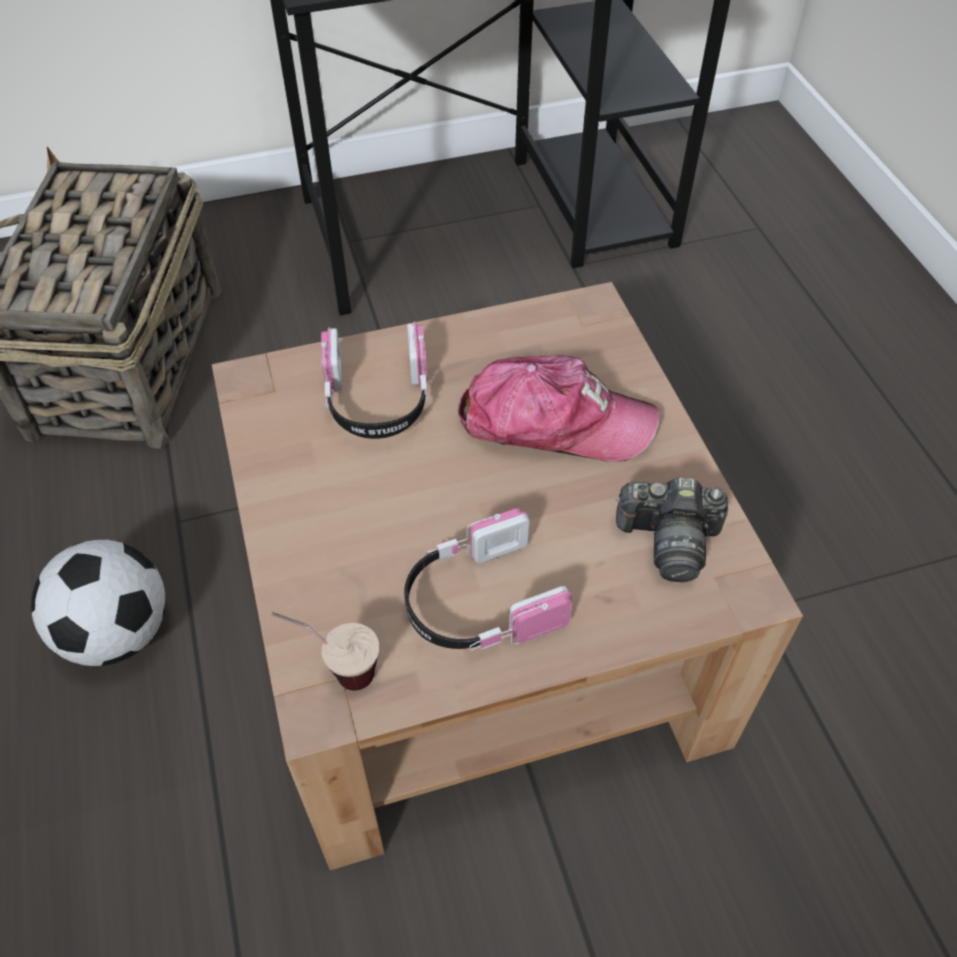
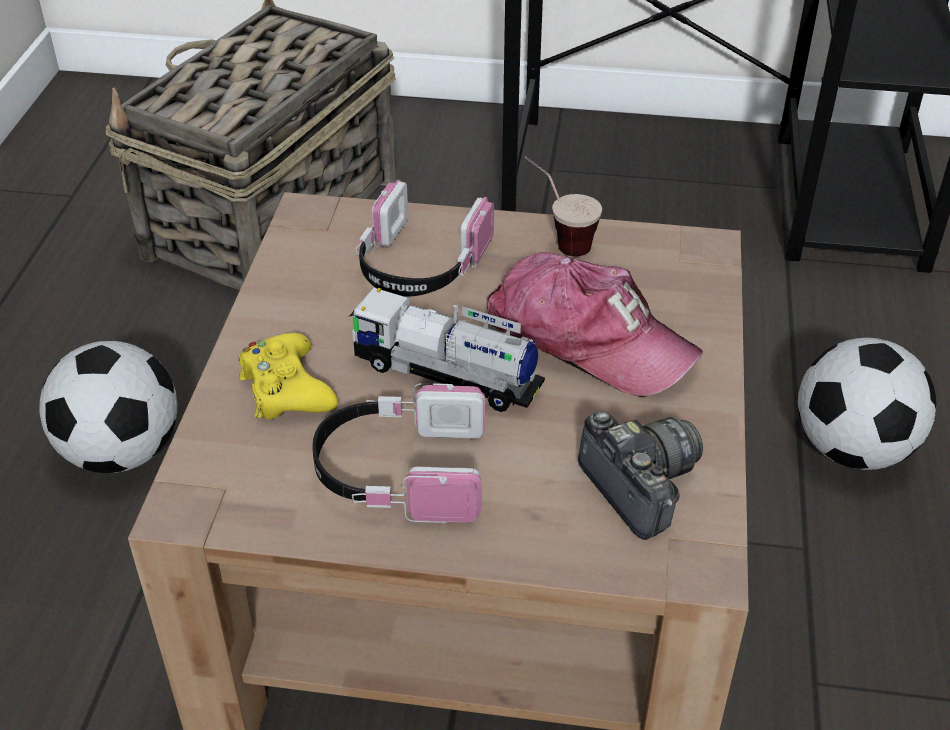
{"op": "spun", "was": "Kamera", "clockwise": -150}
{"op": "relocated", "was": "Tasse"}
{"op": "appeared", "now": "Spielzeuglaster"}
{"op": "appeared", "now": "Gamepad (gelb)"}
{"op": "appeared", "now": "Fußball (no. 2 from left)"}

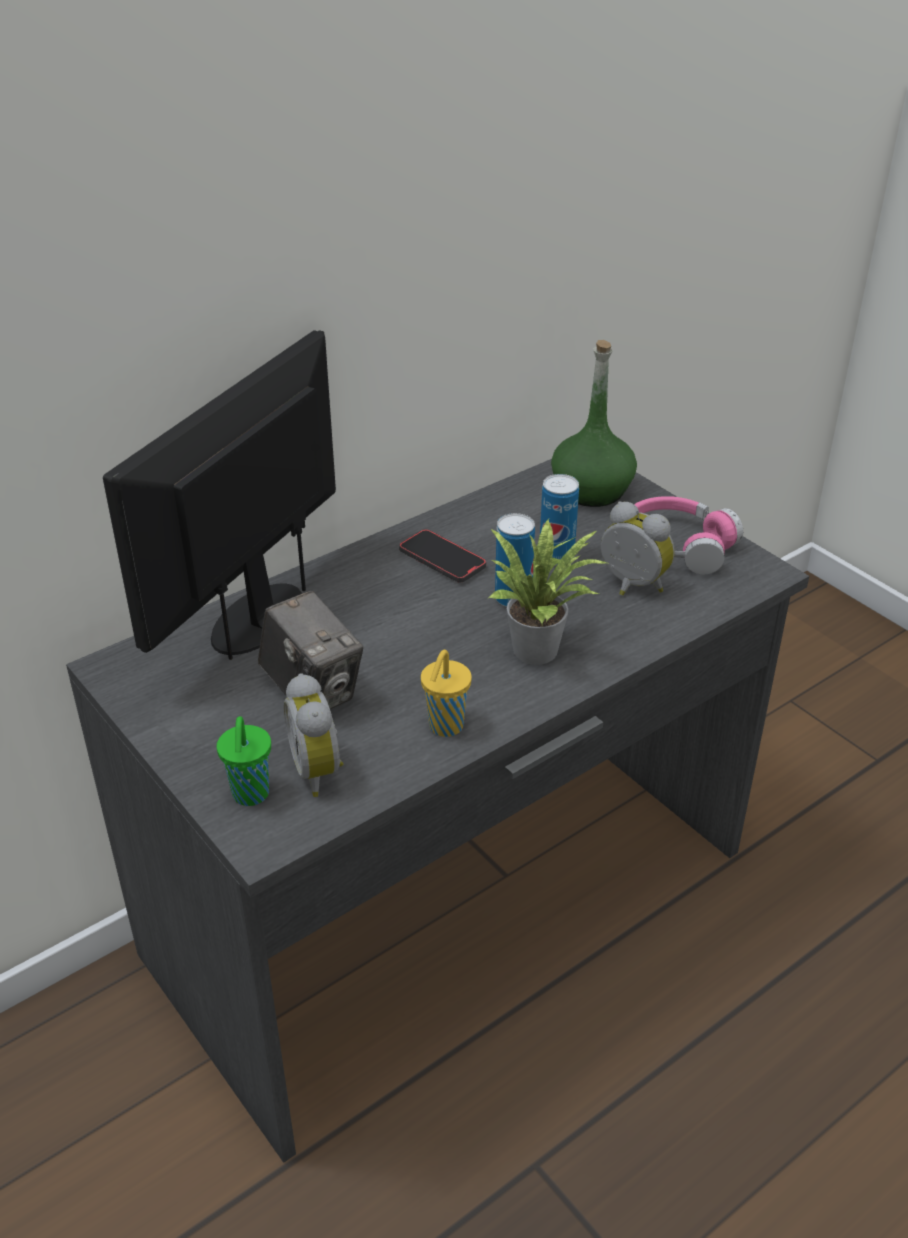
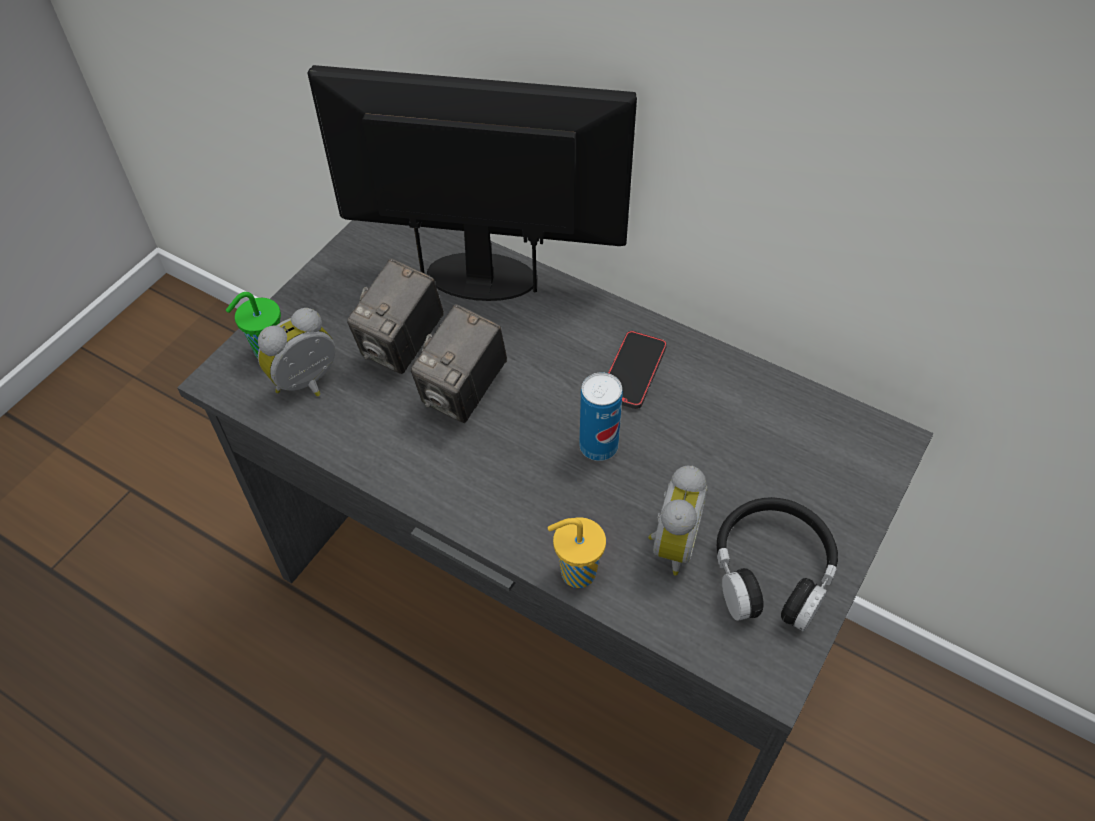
{"op": "missing", "was": "Flasche (grün)"}
{"op": "missing", "was": "Dose (no. 2 from left)"}
{"op": "colour", "was": "Kopfhörer (rosa)", "now": "Kopfhörer (schwarz)"}
{"op": "missing", "was": "Topfpflanze"}
{"op": "relocated", "was": "Tasse (gelb)"}
{"op": "appeared", "now": "Kamera (no. 2 from left)"}

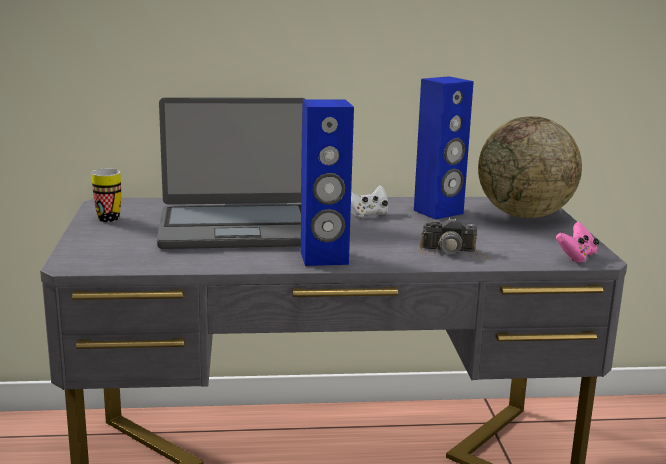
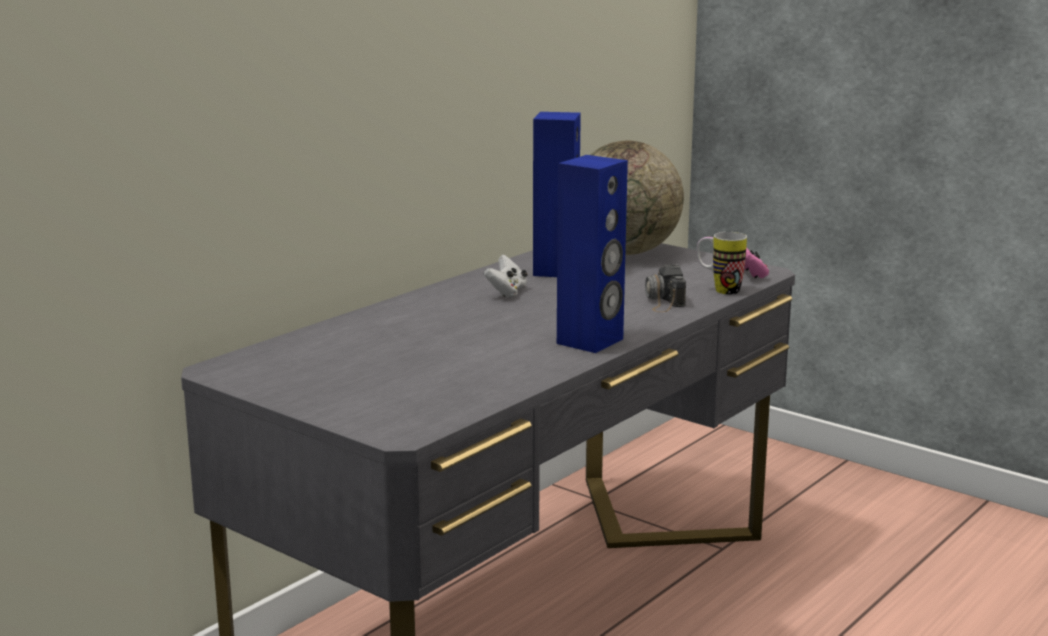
{"op": "missing", "was": "Laptop"}
{"op": "relocated", "was": "Henkelbecher"}
{"op": "spun", "was": "Kamera", "clockwise": 120}

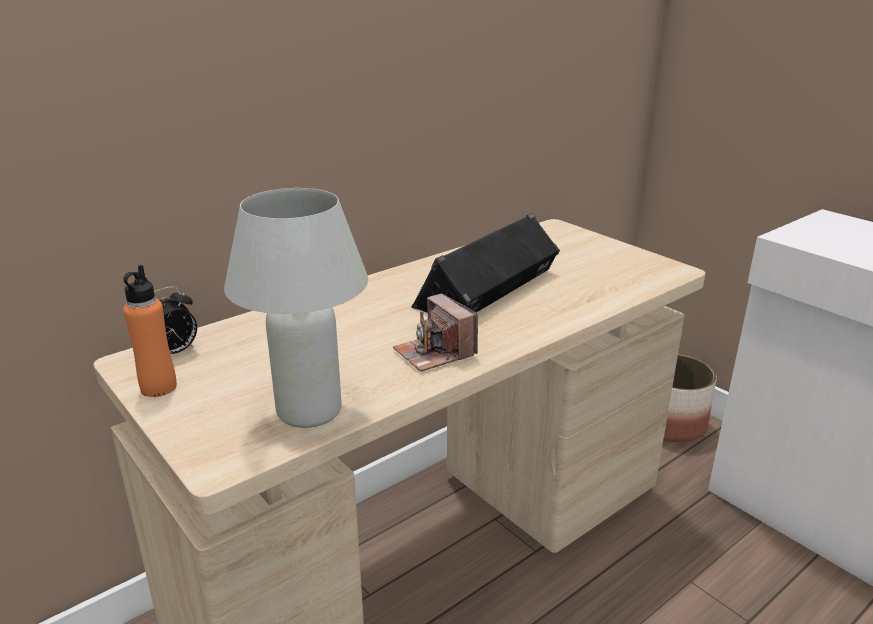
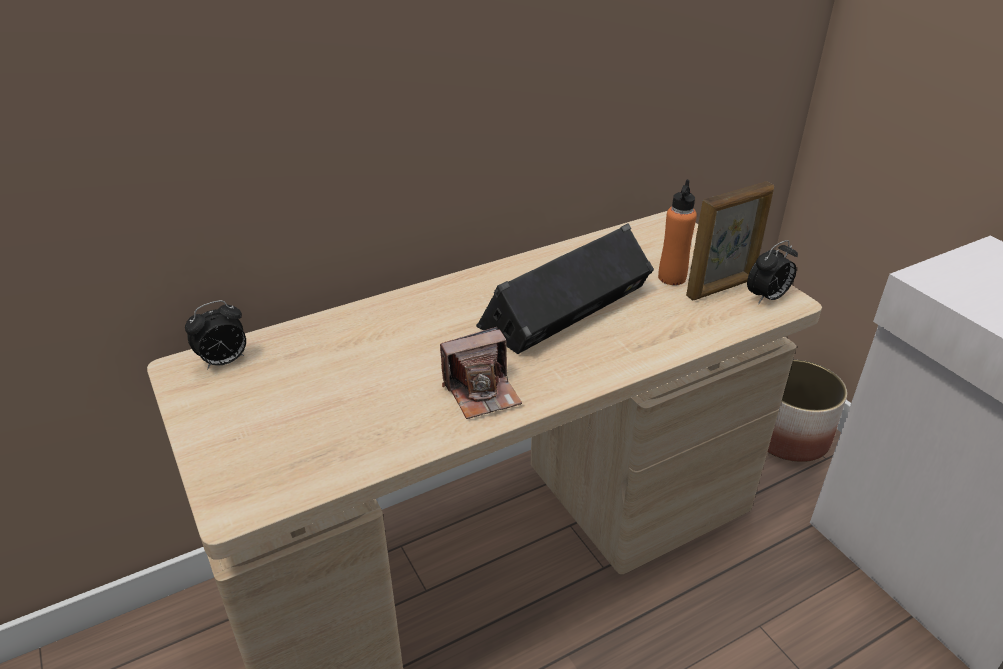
{"op": "missing", "was": "Tischlampe (weiß)"}
{"op": "relocated", "was": "Flasche (orange)"}
{"op": "spun", "was": "Kamera", "clockwise": -90}
{"op": "appeared", "now": "Bilderrahmen"}
{"op": "appeared", "now": "Wecker (no. 2 from left)"}

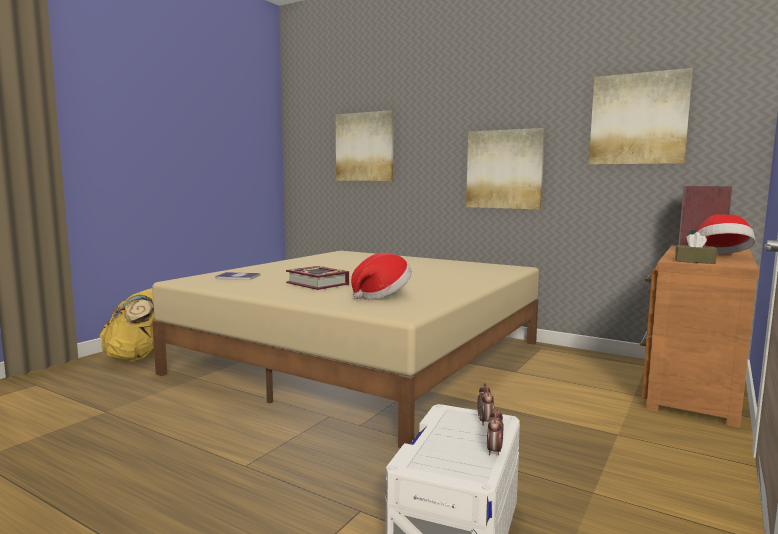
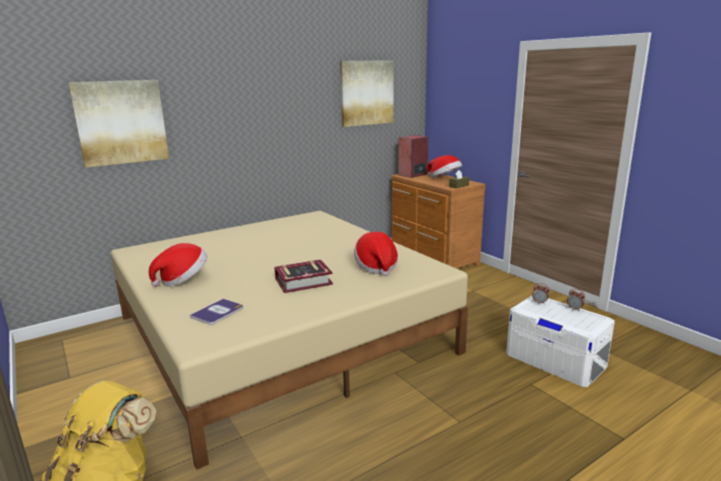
{"op": "missing", "was": "Bild (no. 2 from left)"}
{"op": "appeared", "now": "Hut (no. 1 from left)"}

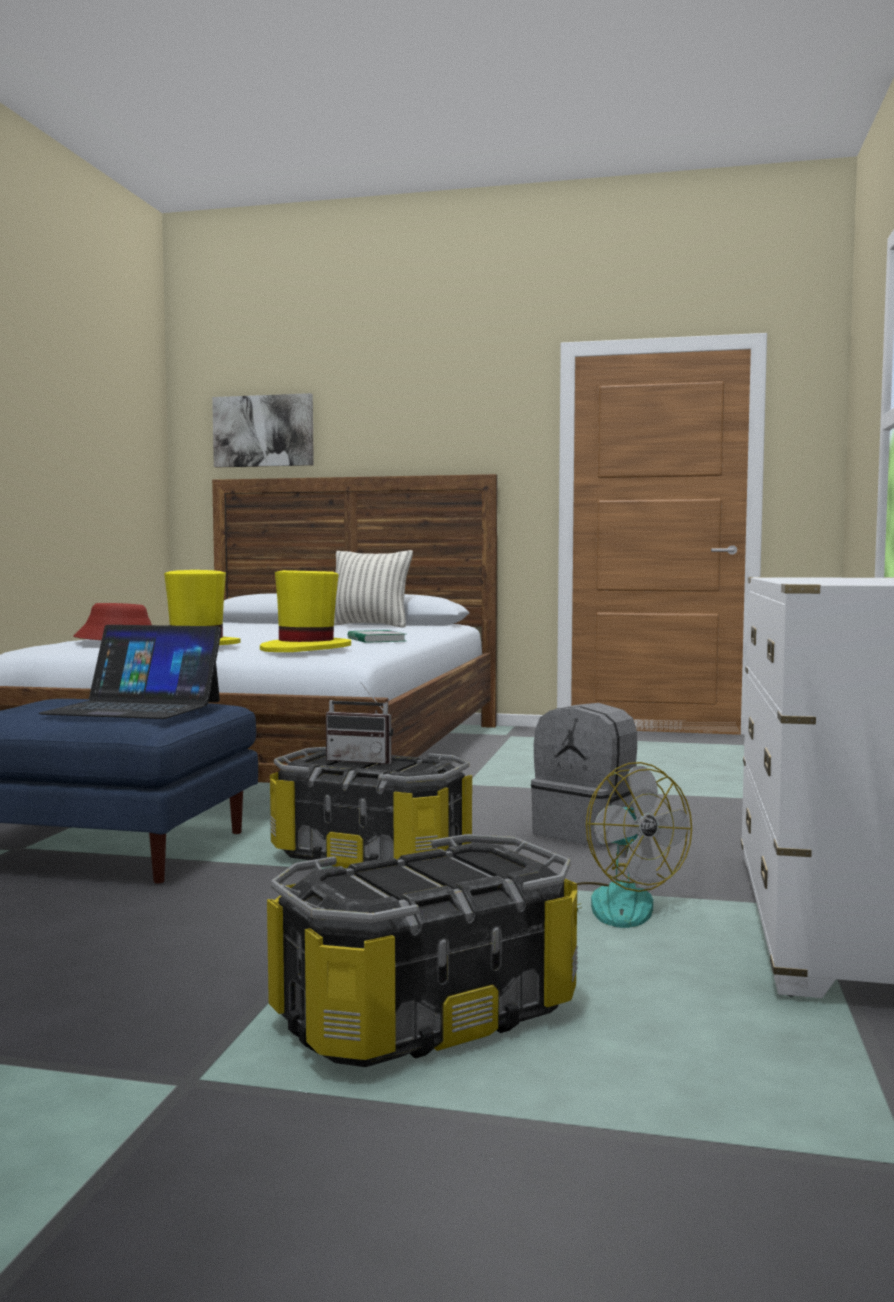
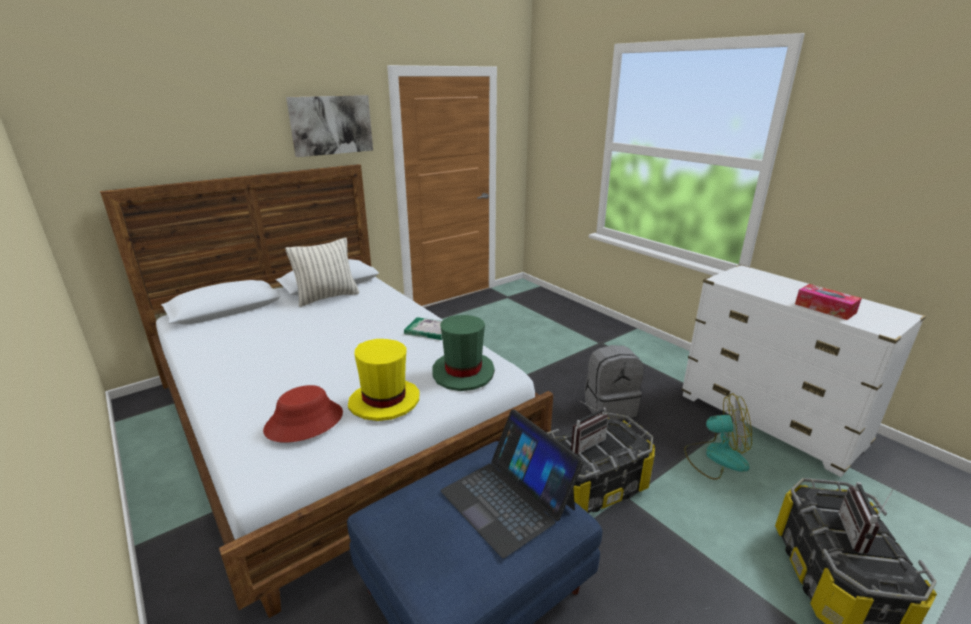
{"op": "relocated", "was": "Bild"}
{"op": "colour", "was": "Hut (gelb) (no. 2 from left)", "now": "Hut (grün)"}
{"op": "spun", "was": "Laptop", "clockwise": 90}
{"op": "appeared", "now": "Taschentuchbox"}
{"op": "appeared", "now": "Radio (no. 2 from left)"}

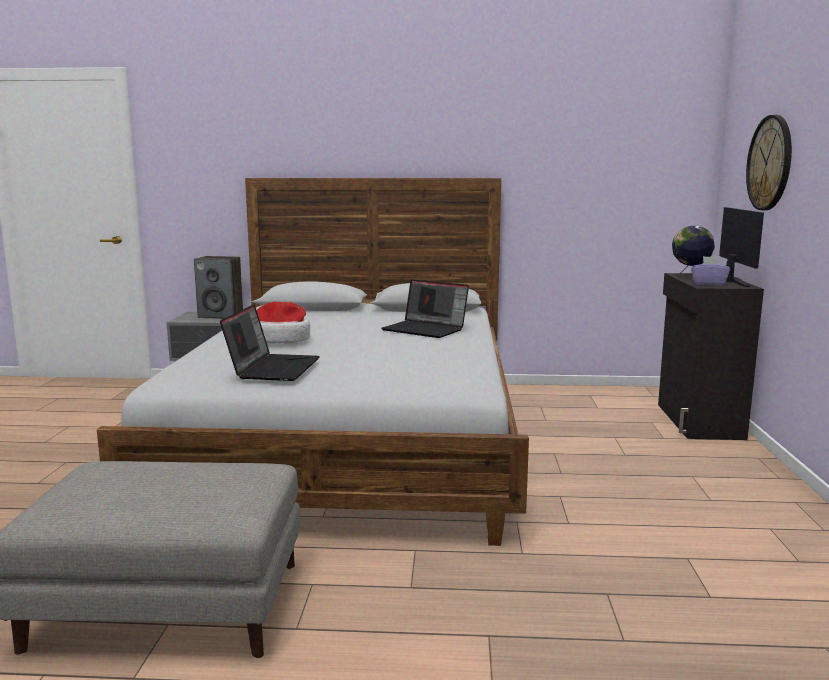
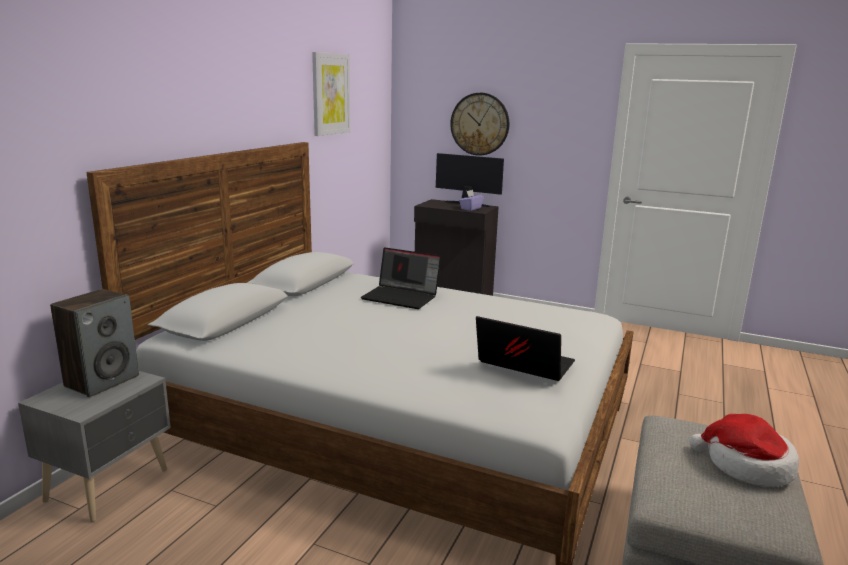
{"op": "missing", "was": "Globus"}
{"op": "spun", "was": "Laptop (no. 2 from left in the first image)", "clockwise": 60}
{"op": "relocated", "was": "Hut"}
{"op": "appeared", "now": "Bild"}

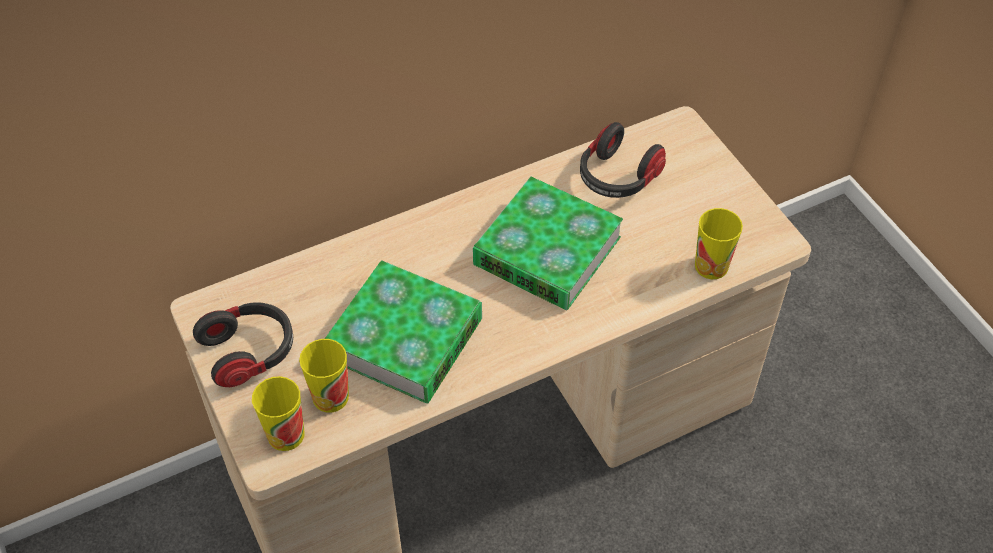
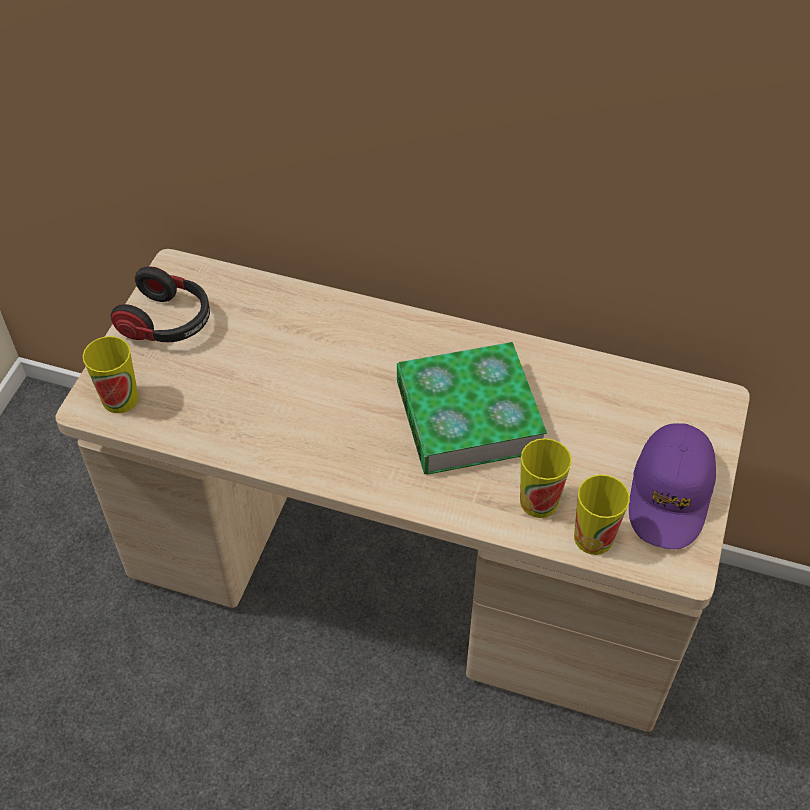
{"op": "missing", "was": "Kopfhörer (no. 2 from left)"}
{"op": "missing", "was": "Buch (no. 1 from left)"}
{"op": "relocated", "was": "Tasse (no. 2 from left)"}
{"op": "appeared", "now": "Kappe (lila)"}

